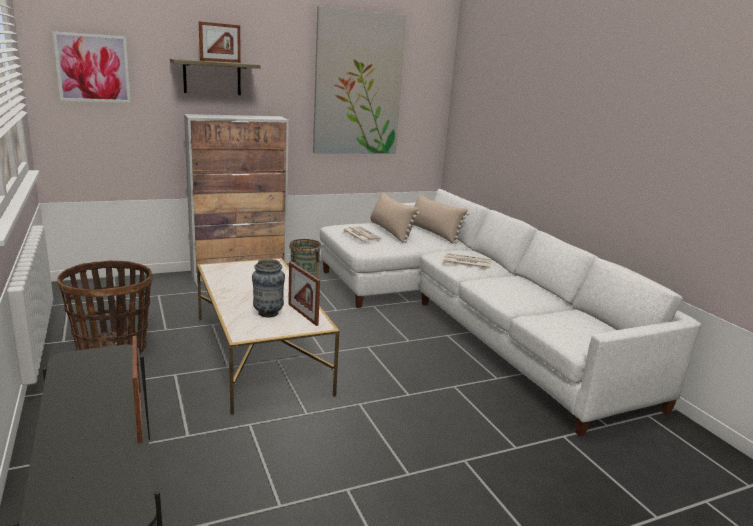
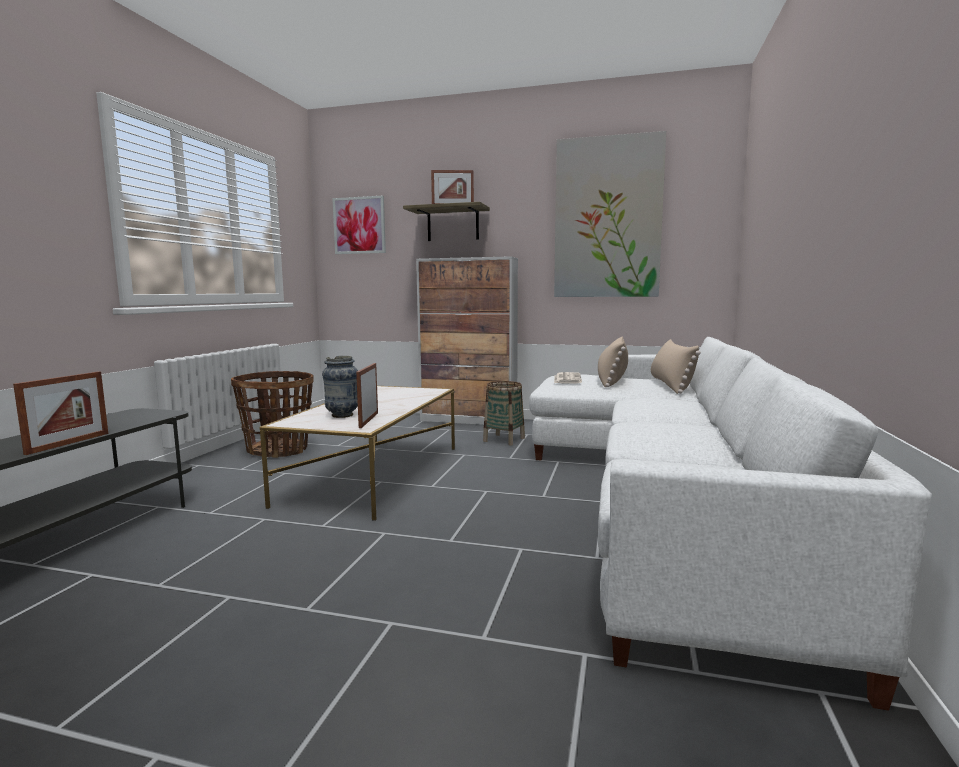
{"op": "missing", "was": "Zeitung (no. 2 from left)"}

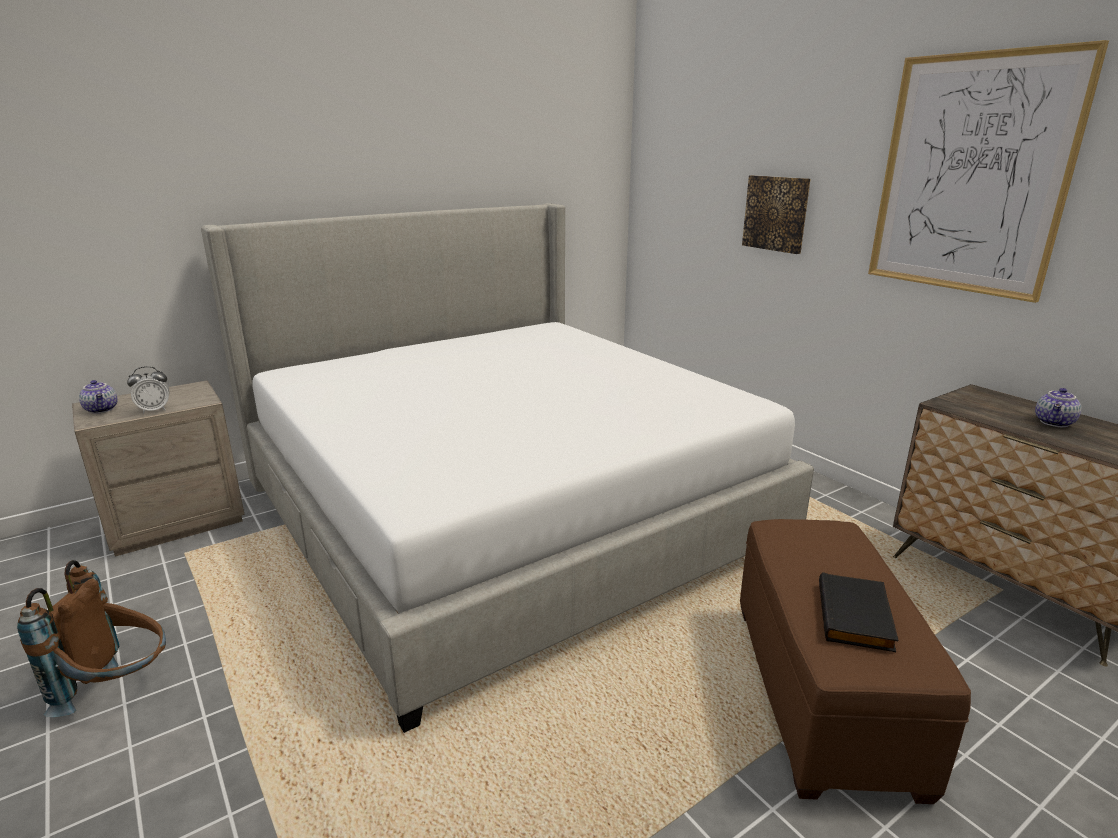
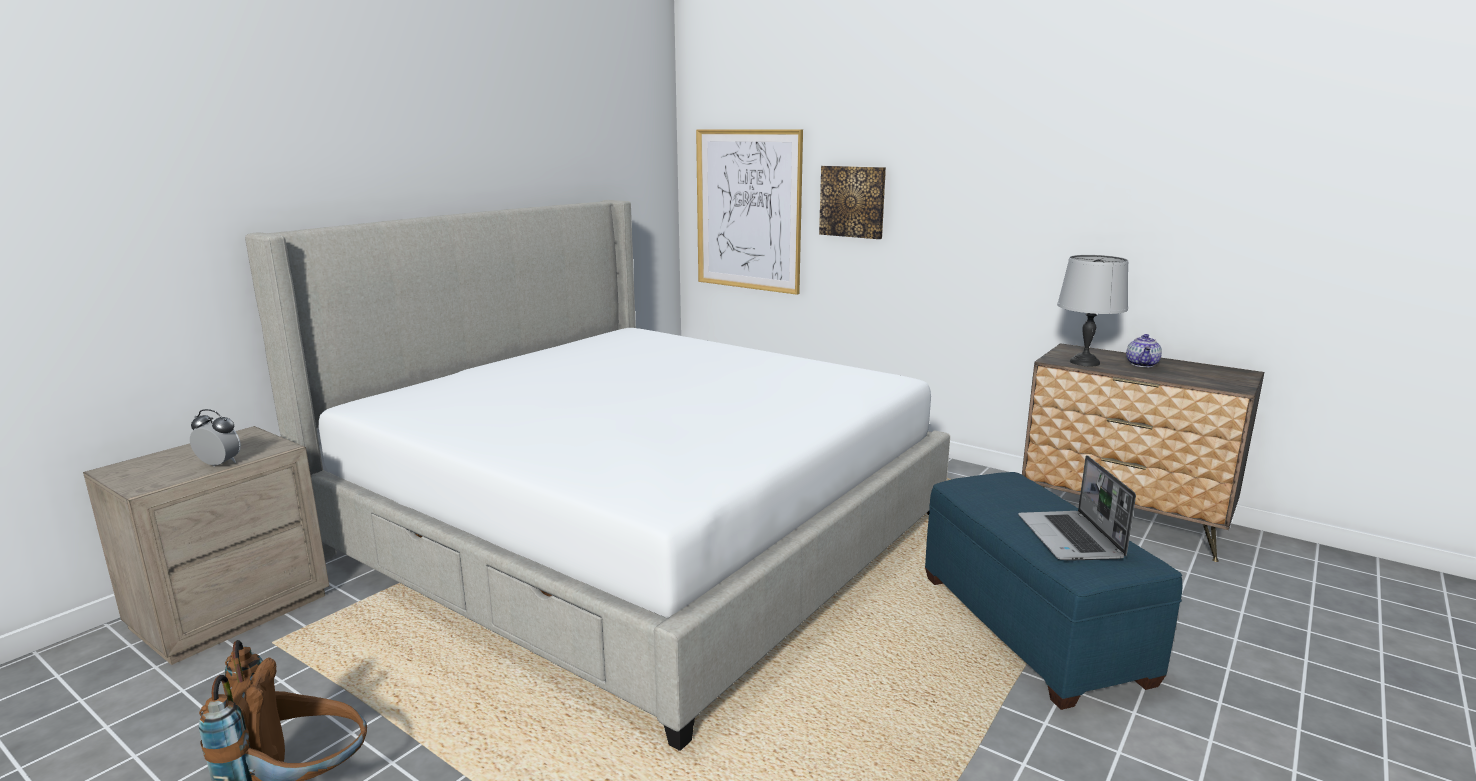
{"op": "relocated", "was": "Bild (no. 2 from left in the first image)", "now": "Bild (no. 1 from left)"}
{"op": "spun", "was": "Wecker", "clockwise": -120}
{"op": "missing", "was": "Teekanne (no. 1 from left)"}
{"op": "colour", "was": "Polsterhocker (braun)", "now": "Polsterhocker (blau)"}
{"op": "exchanged", "was": "Buch (schwarz)", "now": "Laptop"}
{"op": "appeared", "now": "Tischlampe (grau)"}

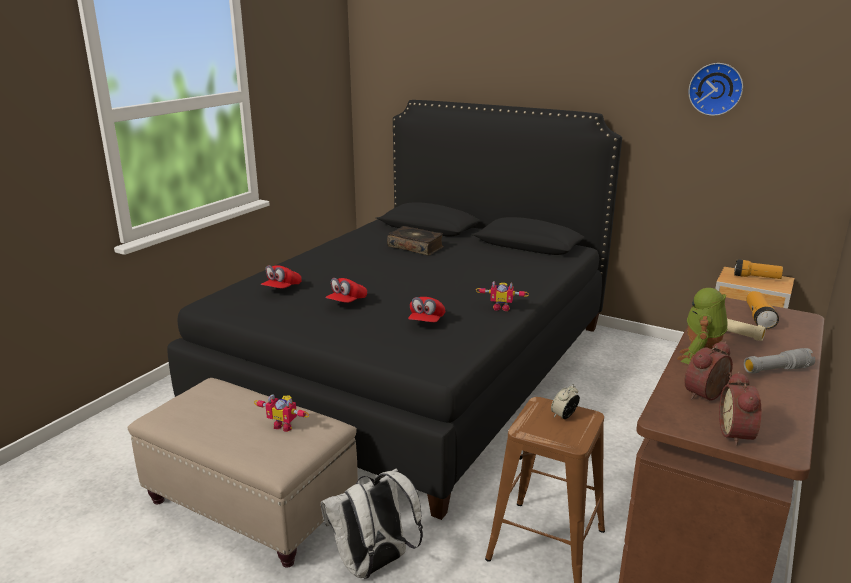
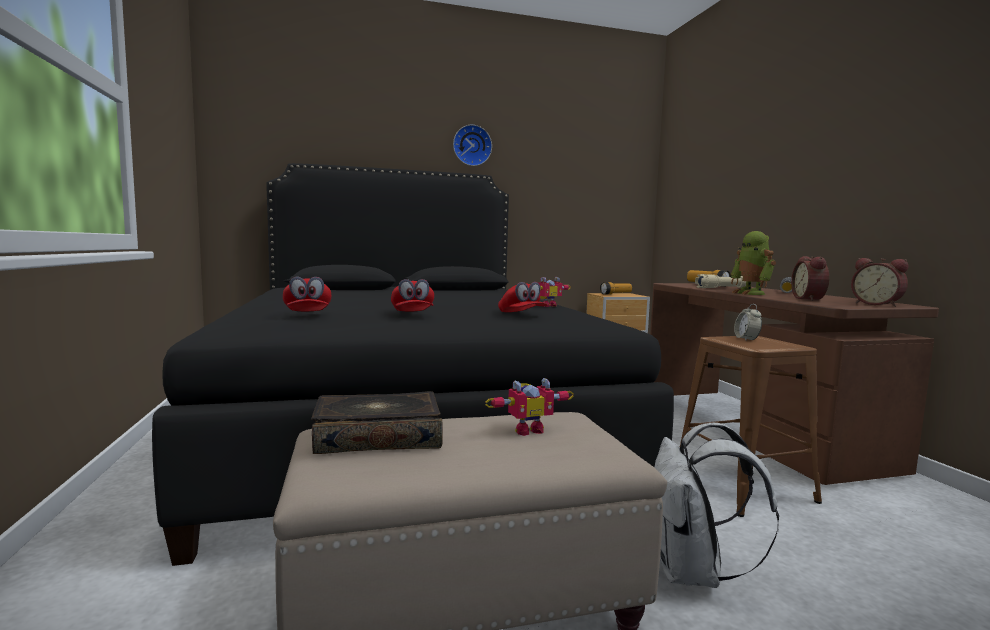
{"op": "relocated", "was": "Wanduhr"}
{"op": "relocated", "was": "Buch"}

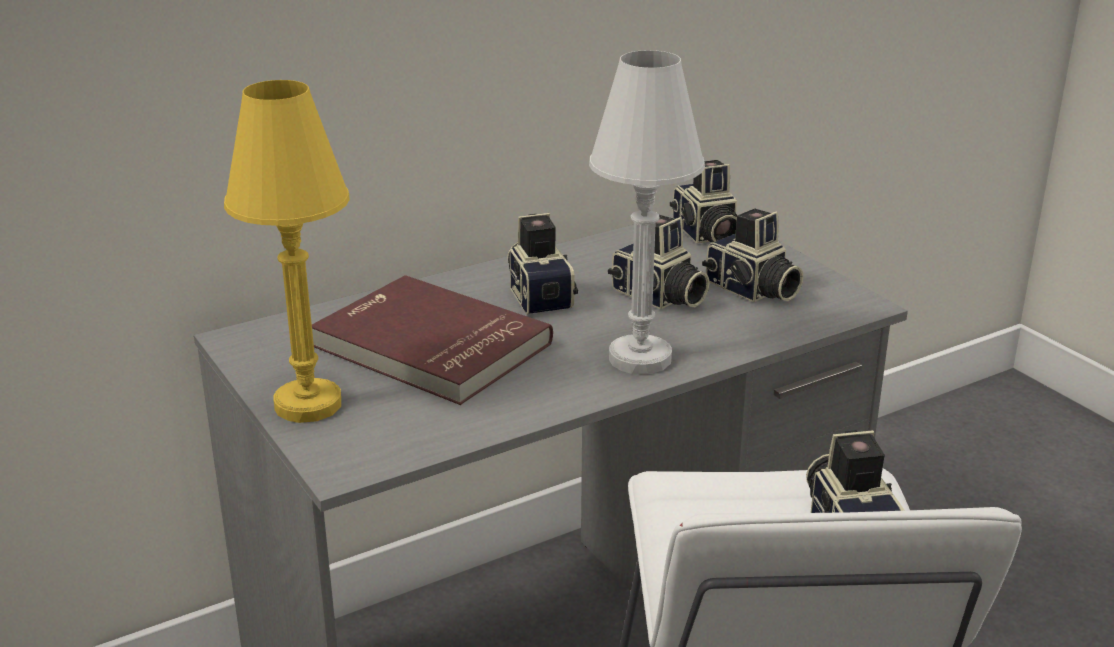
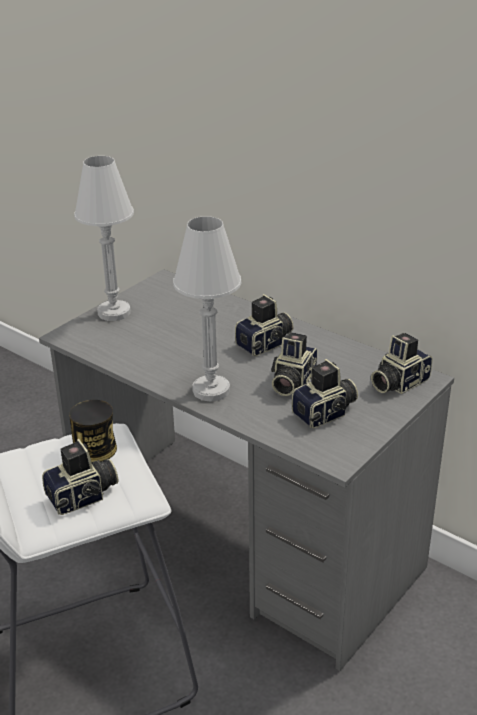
{"op": "colour", "was": "Tischlampe (gelb)", "now": "Tischlampe (weiß) (no. 1 from left)"}
{"op": "spun", "was": "Kamera (no. 4 from left)", "clockwise": -150}
{"op": "missing", "was": "Buch (rot)"}
{"op": "appeared", "now": "Dose"}

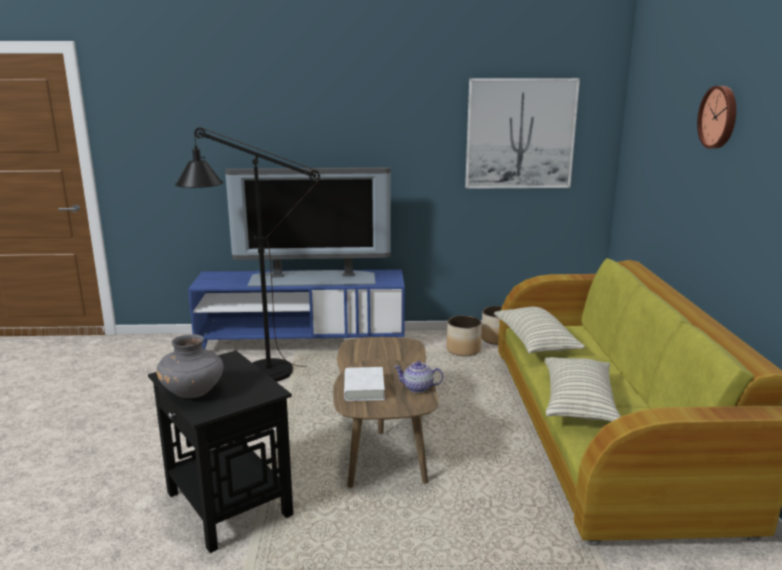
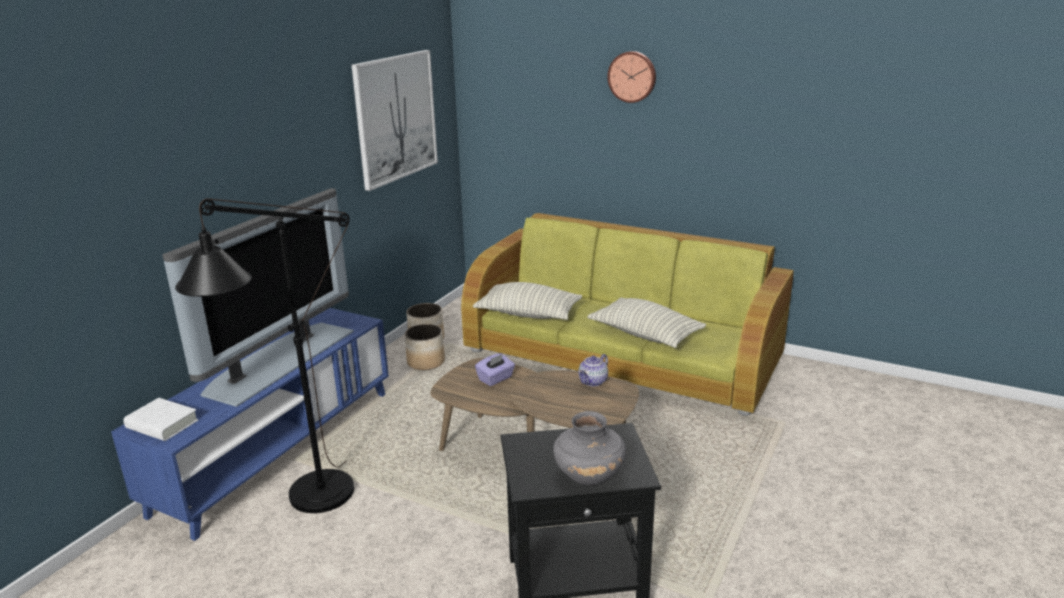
{"op": "relocated", "was": "Buch (weiß)"}
{"op": "appeared", "now": "Taschentuchbox (lila)"}

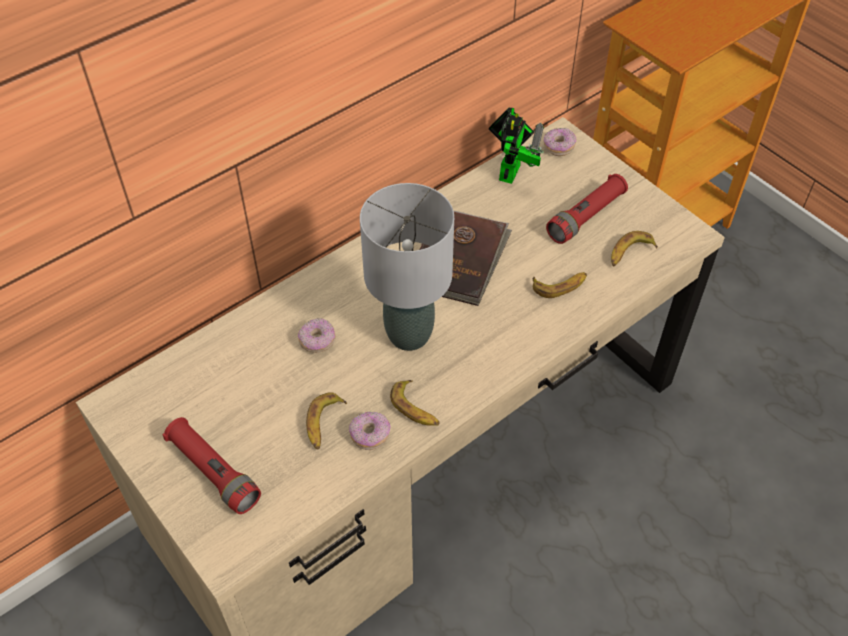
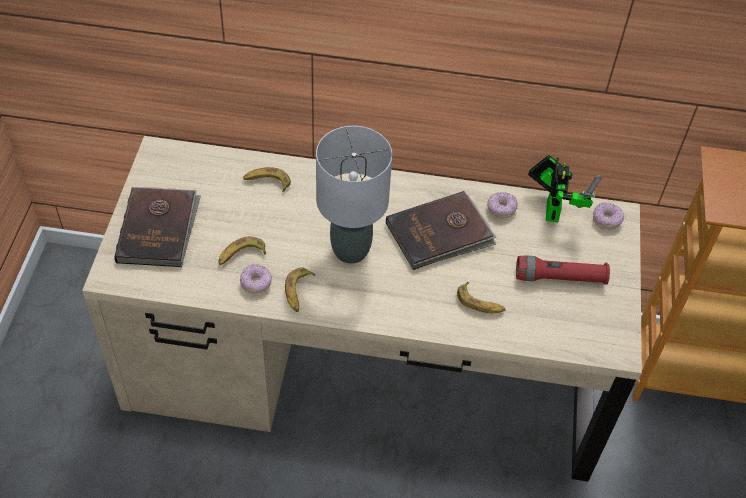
{"op": "spun", "was": "Spielzeugroboter", "clockwise": -60}
{"op": "relocated", "was": "Banane (no. 4 from left in the first image)", "now": "Banane (no. 2 from left)"}
{"op": "relocated", "was": "Donut (no. 1 from left in the first image)", "now": "Donut (no. 2 from left)"}
{"op": "exchanged", "was": "Taschenlampe (rot) (no. 1 from left)", "now": "Buch (braun) (no. 1 from left)"}

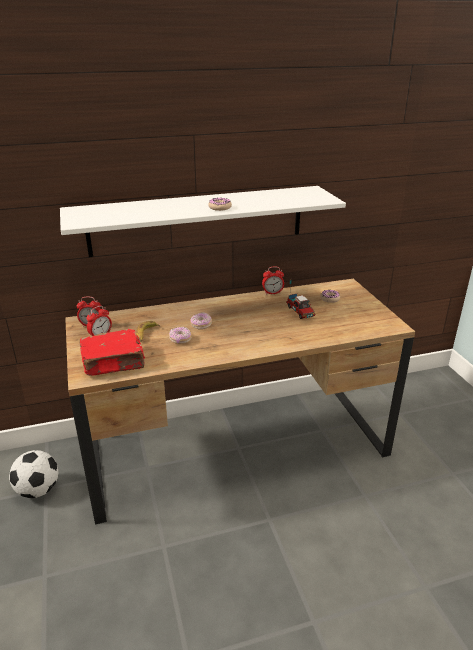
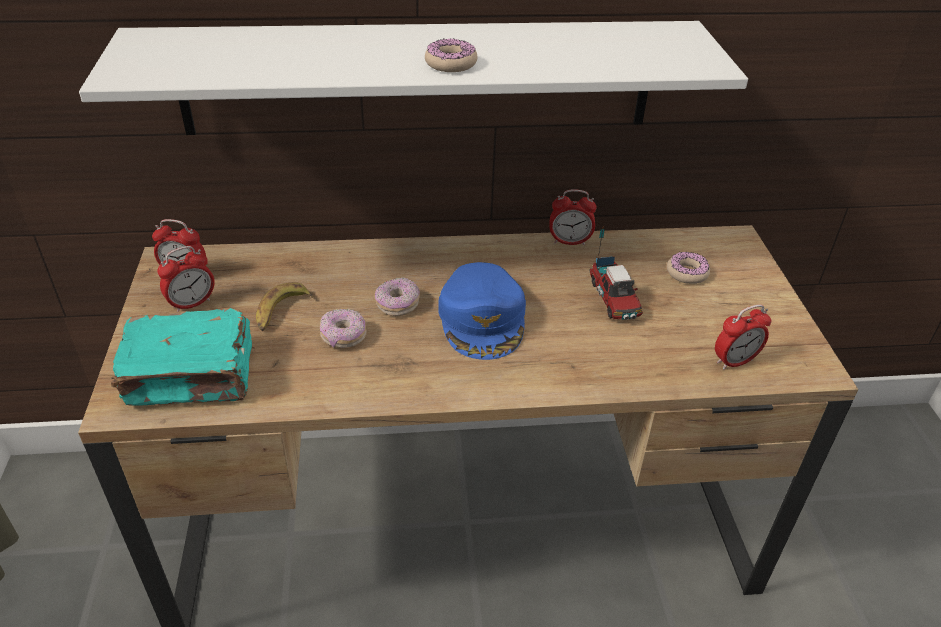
{"op": "colour", "was": "Buch (rot)", "now": "Buch (türkis)"}
{"op": "missing", "was": "Fußball"}
{"op": "appeared", "now": "Kappe (blau)"}
{"op": "appeared", "now": "Wecker (no. 4 from left)"}

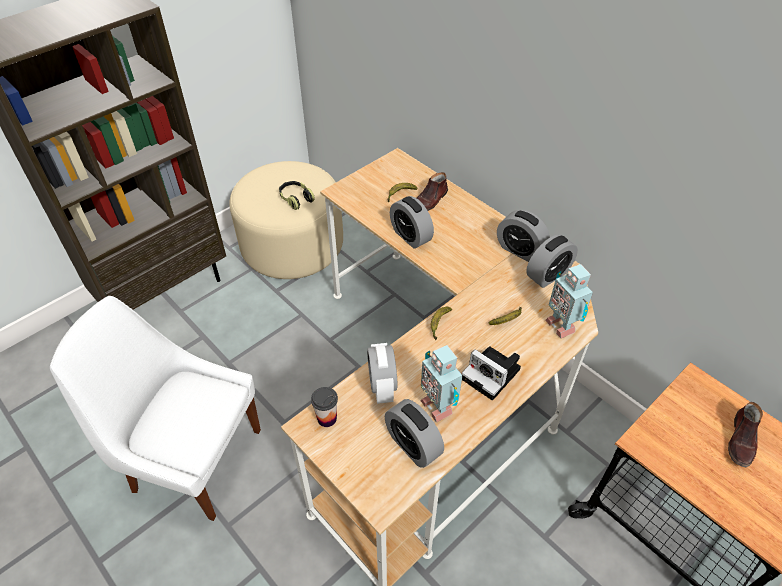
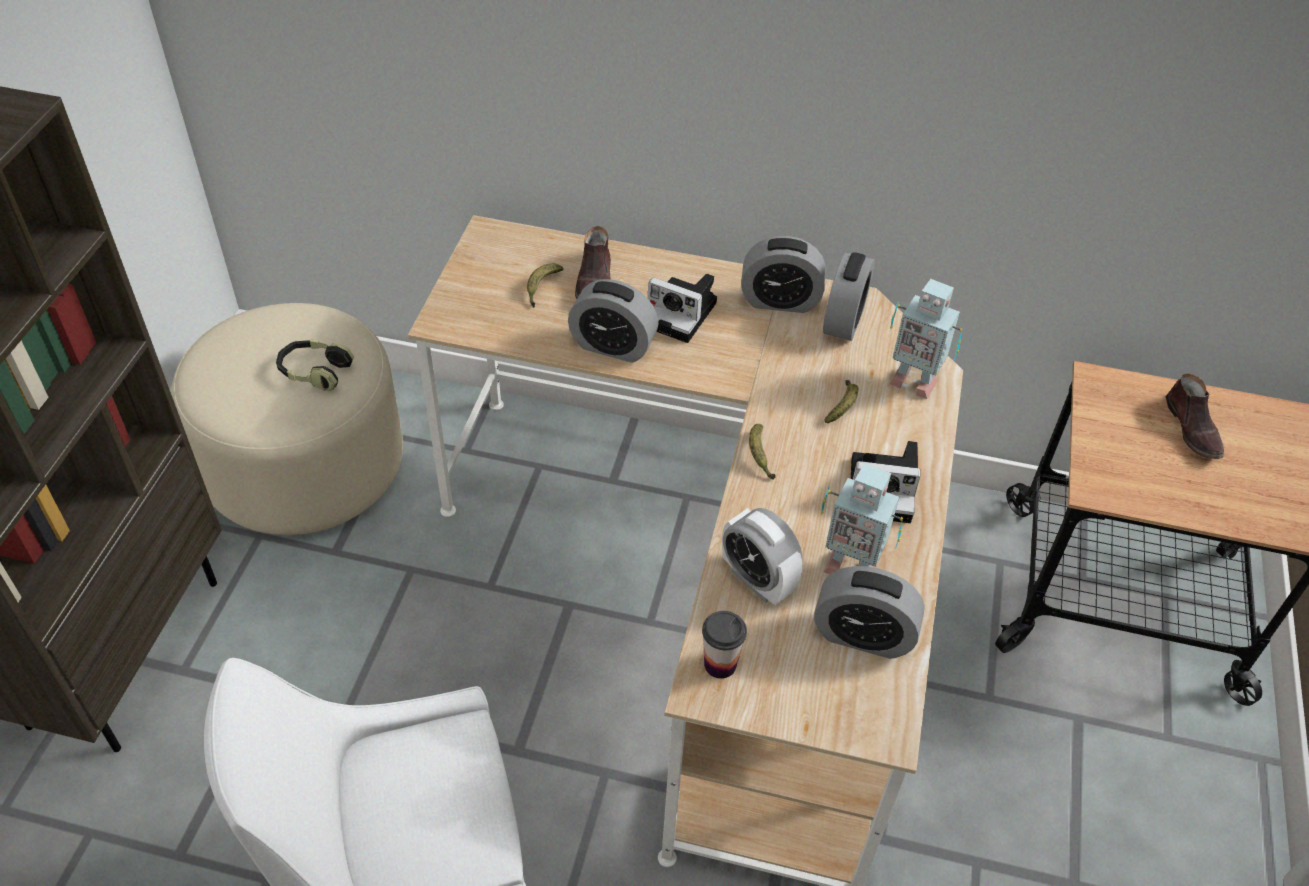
{"op": "appeared", "now": "Kamera (no. 1 from left)"}

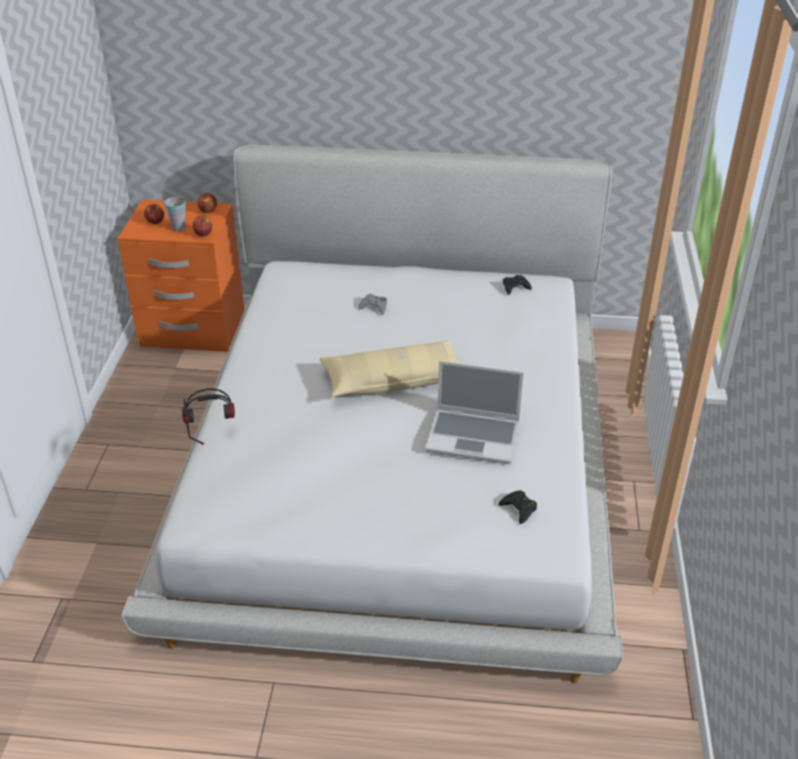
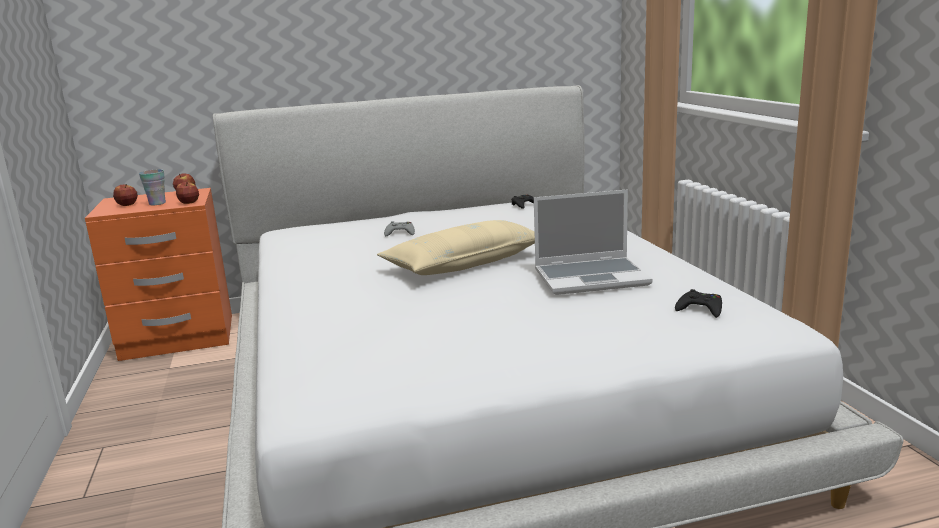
{"op": "missing", "was": "Kopfhörer"}

